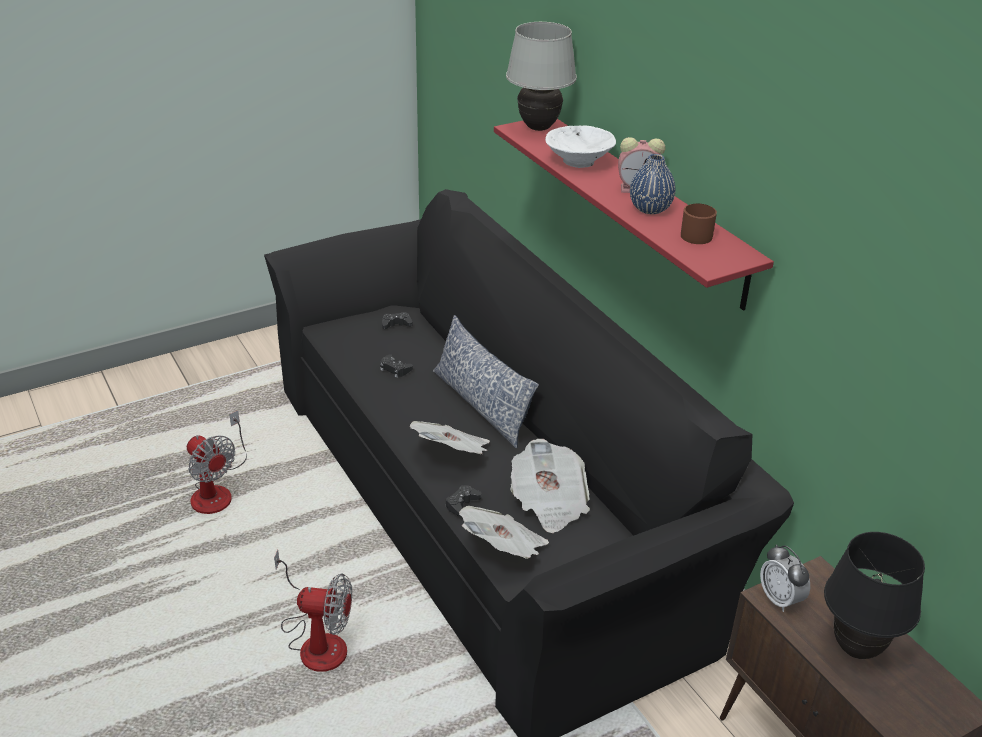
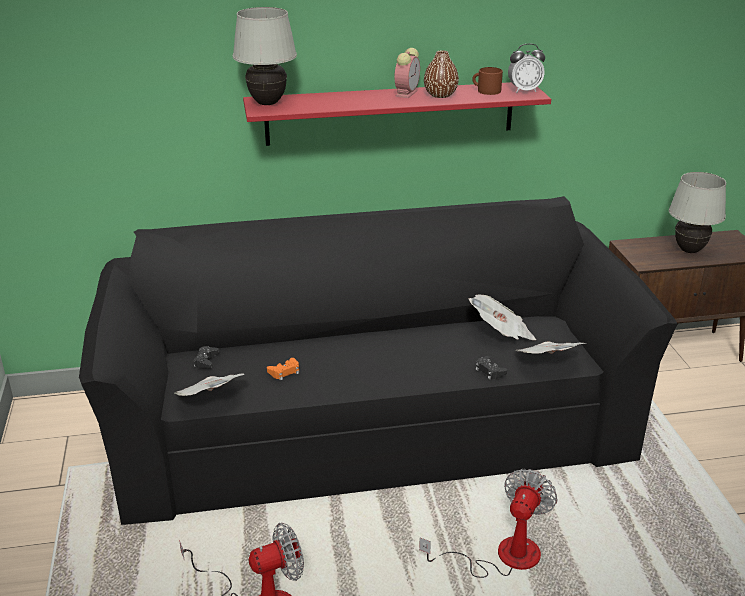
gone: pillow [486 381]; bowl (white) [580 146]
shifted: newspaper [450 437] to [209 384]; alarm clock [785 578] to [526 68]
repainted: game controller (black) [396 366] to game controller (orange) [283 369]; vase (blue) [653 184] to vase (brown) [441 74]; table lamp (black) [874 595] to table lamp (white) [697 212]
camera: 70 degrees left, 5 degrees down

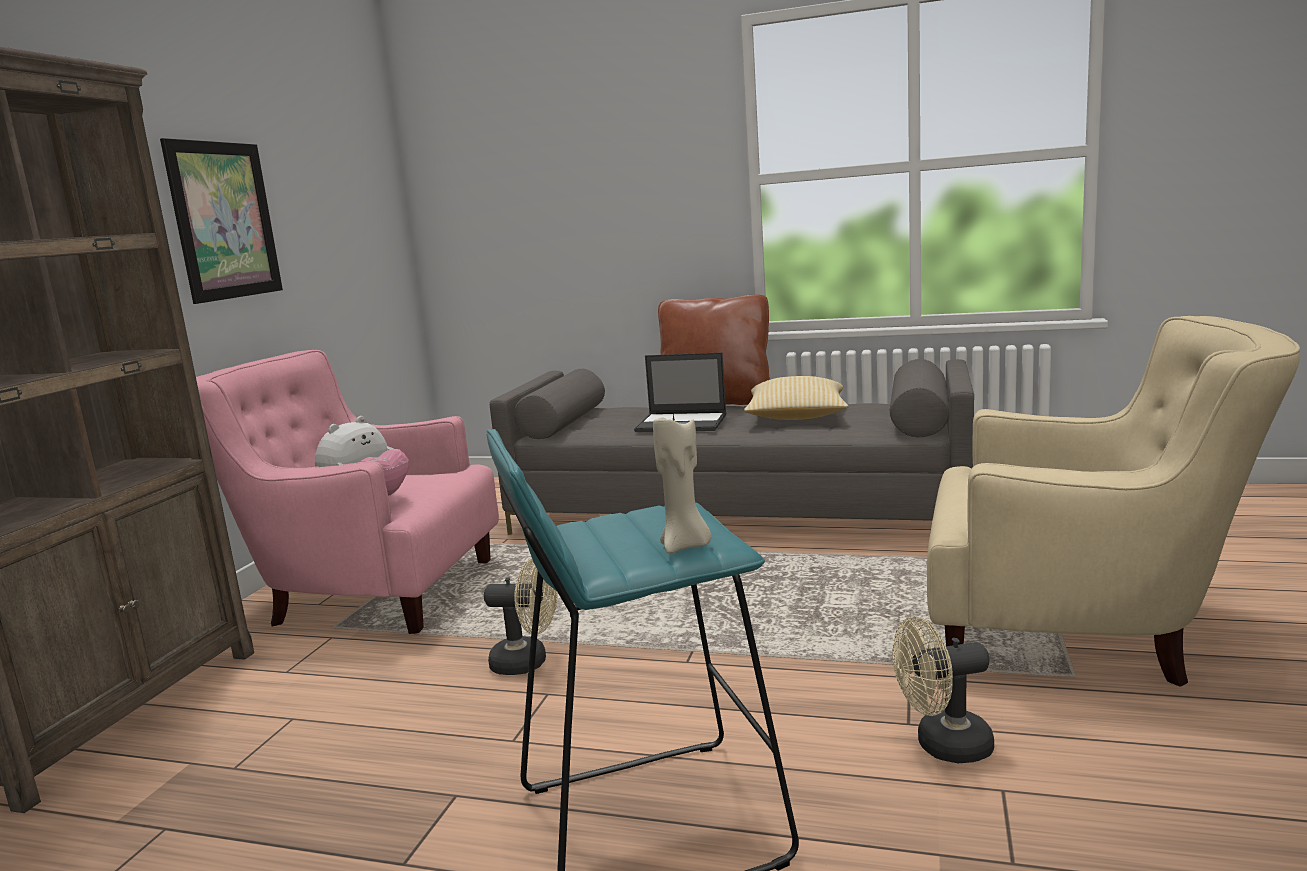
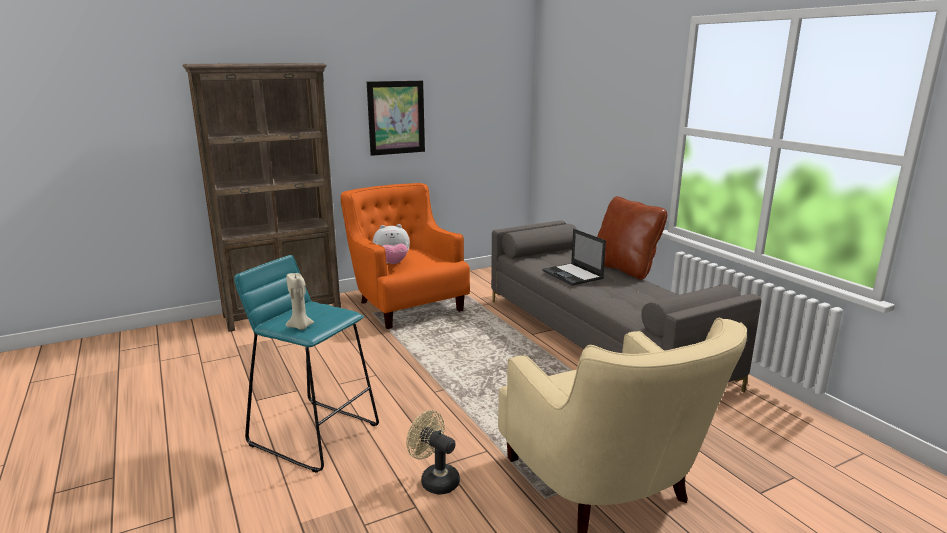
gone: fan (beige) [521 616]; pillow [796 398]
repainted: armchair (pink) [347 492] to armchair (orange) [405 256]
camera: 45 degrees right, 5 degrees up

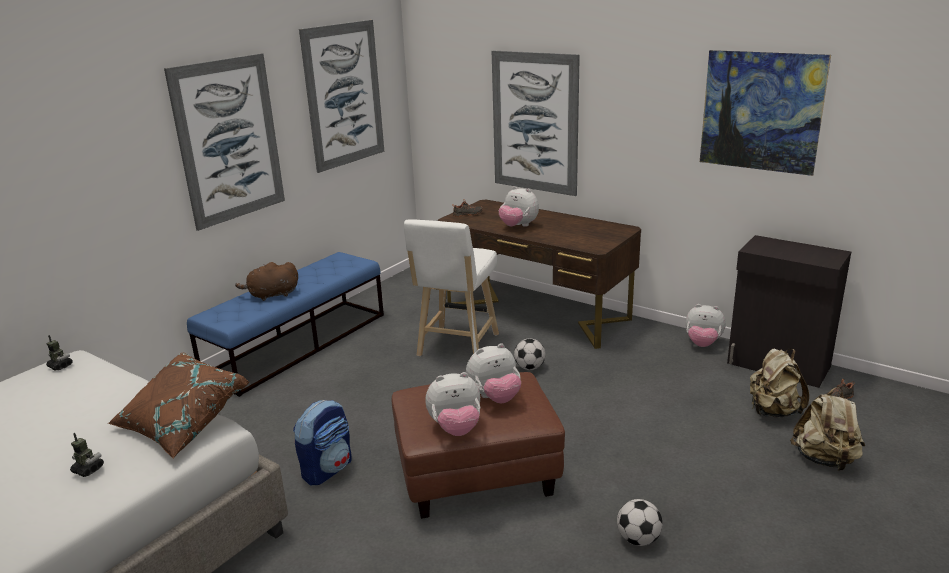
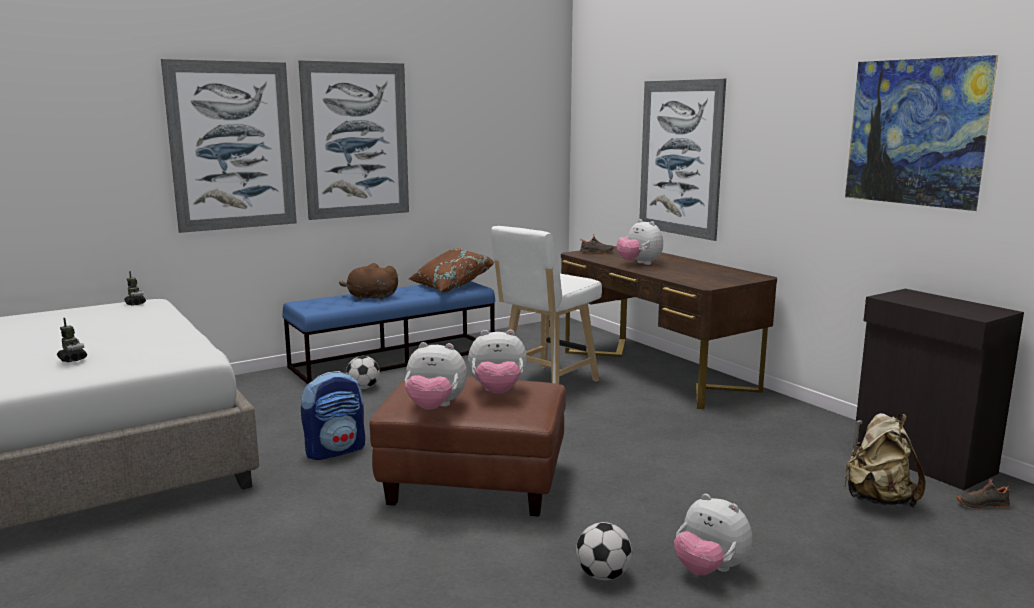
gone: backpack (beige) [827 429]
shifted: picture [341 96] to [229 146]; football [529 354] to [363 372]; pillow (brown) [178 405] to [452 270]; plush toy [706 325] to [713 534]
camera: 20 degrees right, 10 degrees down

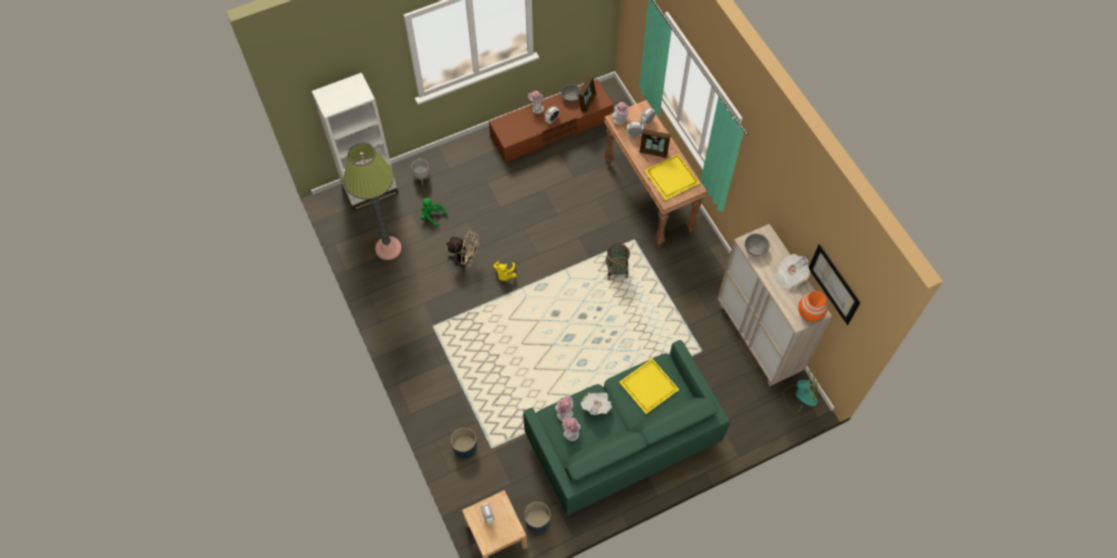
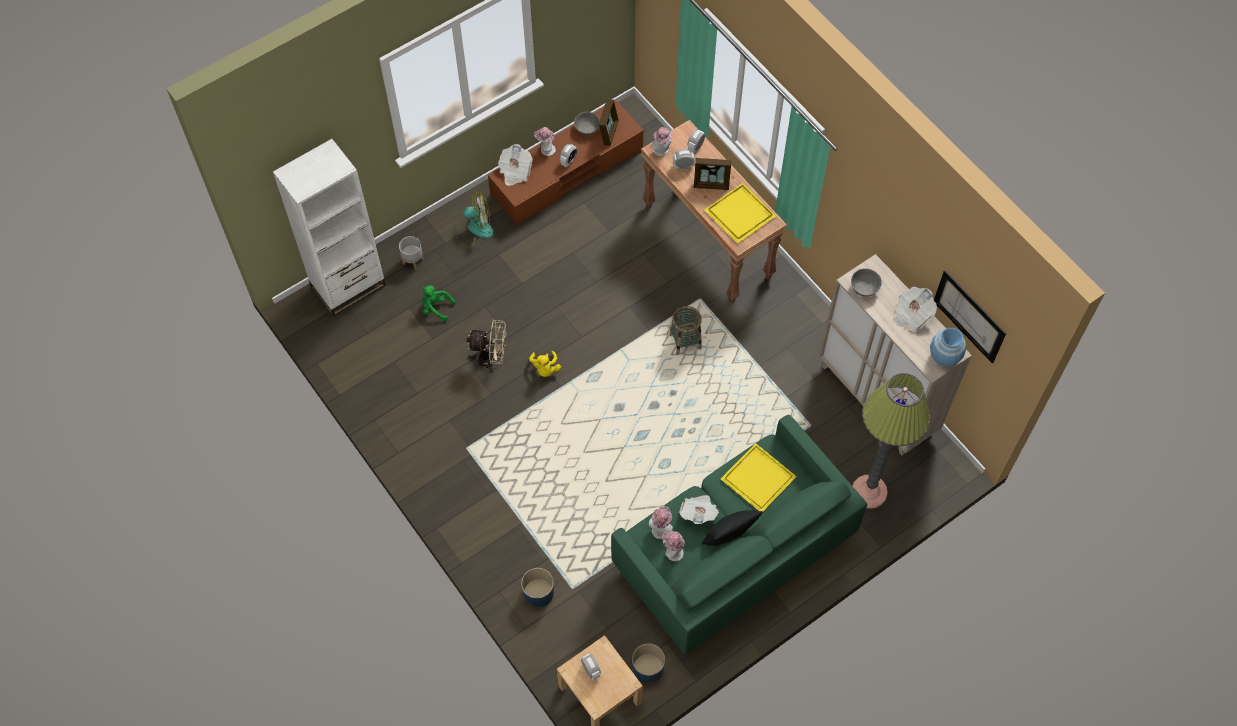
new: newspaper [515 165]; pillow (black) [731 528]
shifted: fan [801 390] to [473 219]; floor lamp [372 201] to [891 441]
repainted: vase (orange) [813 306] to vase (blue) [948 347]
camera: 10 degrees left, 0 degrees up

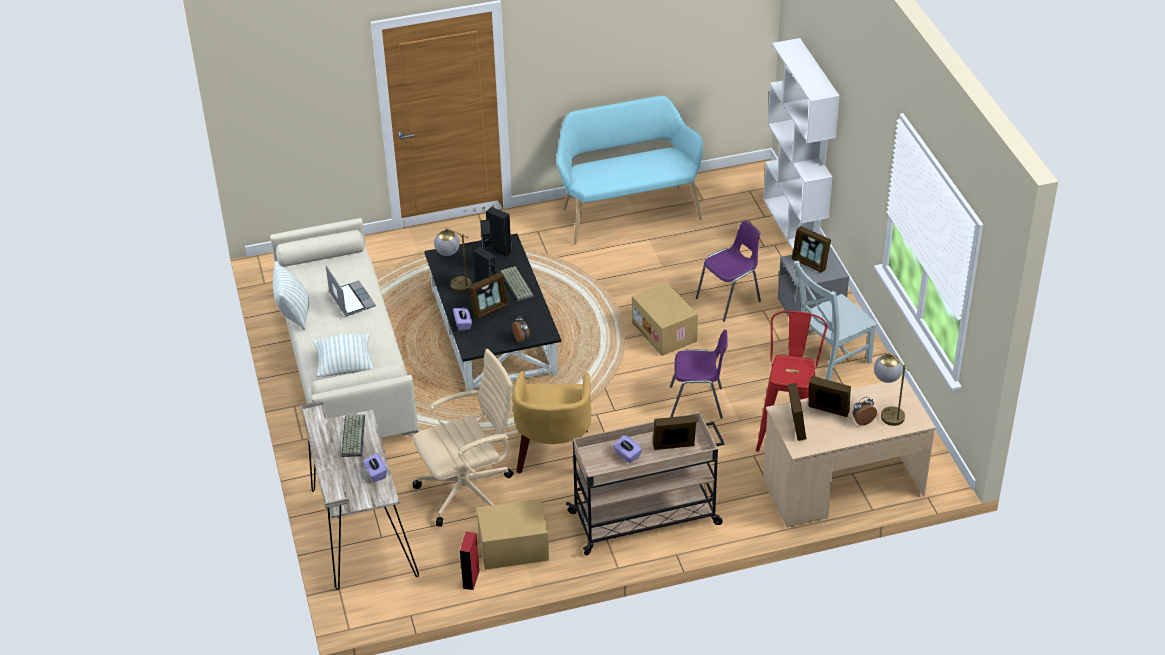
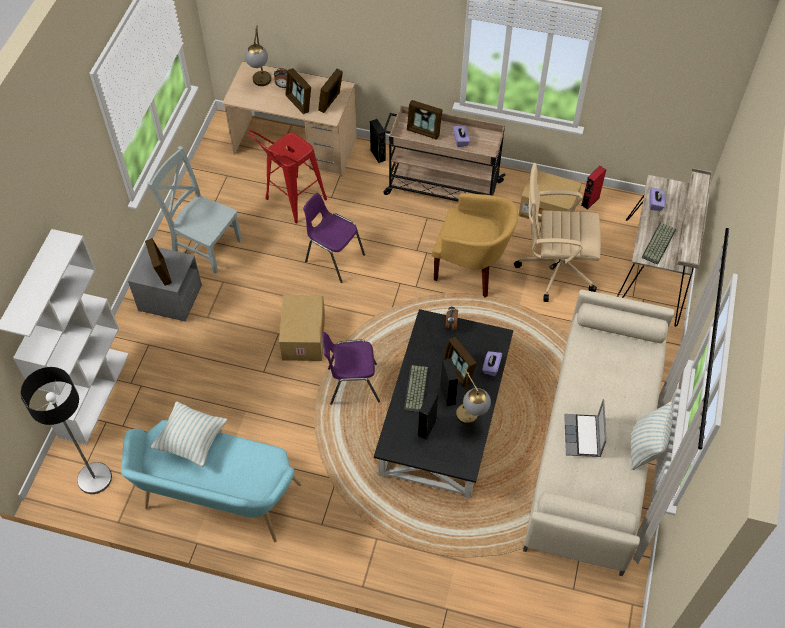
new: floor lamp [66 430]
shifted: pillow [343 355] to [189 434]; chair (purple) [728 271] to [351 368]; speaker (black) [499 232] to [378 141]
rotated: chair (grey) [835 320] = [194 210] 150 degrees counterclockwise; armchair (yellow) [552 422] = [475 245] 75 degrees clockwise; picture frame [489 295] = [460 362] 120 degrees counterclockwise
camera: 150 degrees left, 15 degrees up

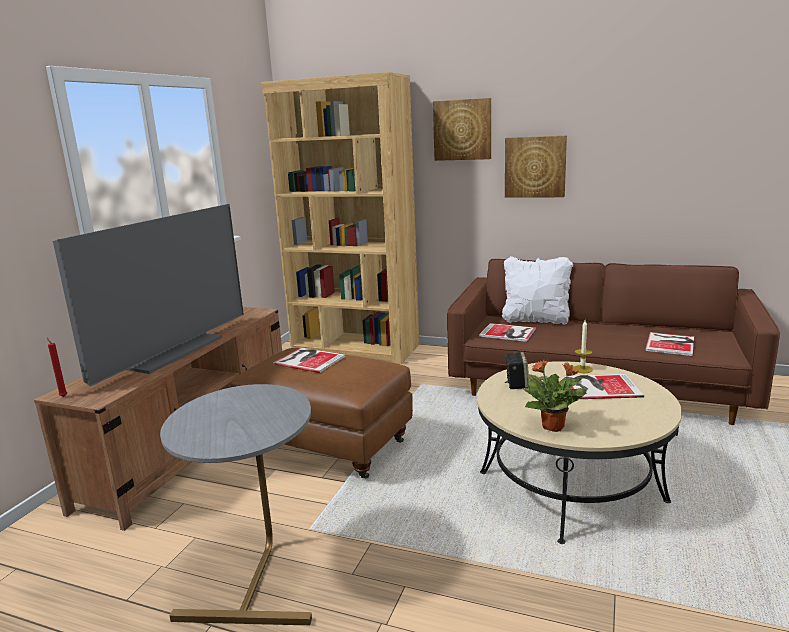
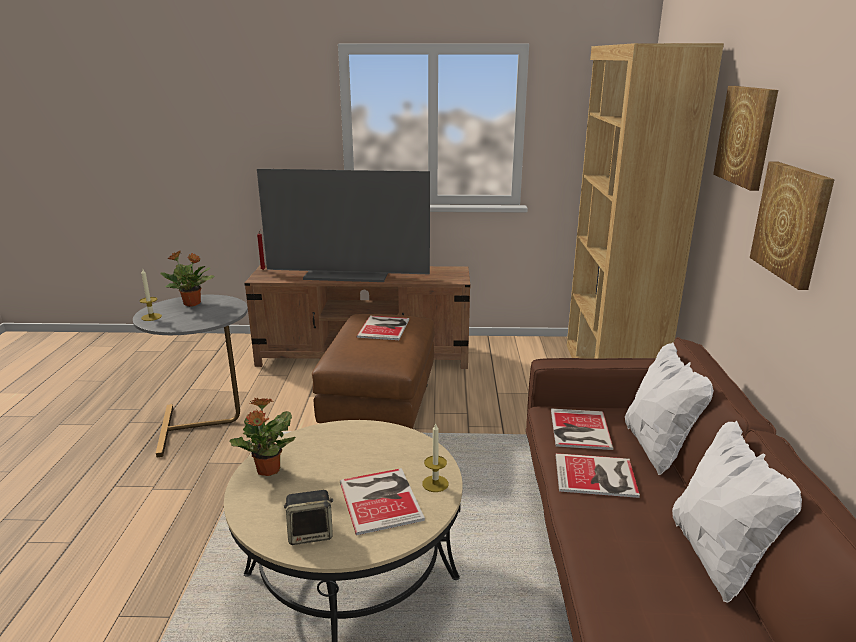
new: candle [151 295]; potted plant [187 279]; pillow (white) [737 511]
shifted: speaker [517 370] to [308 517]; book [669 344] to [598 475]
camera: 70 degrees right, 5 degrees up

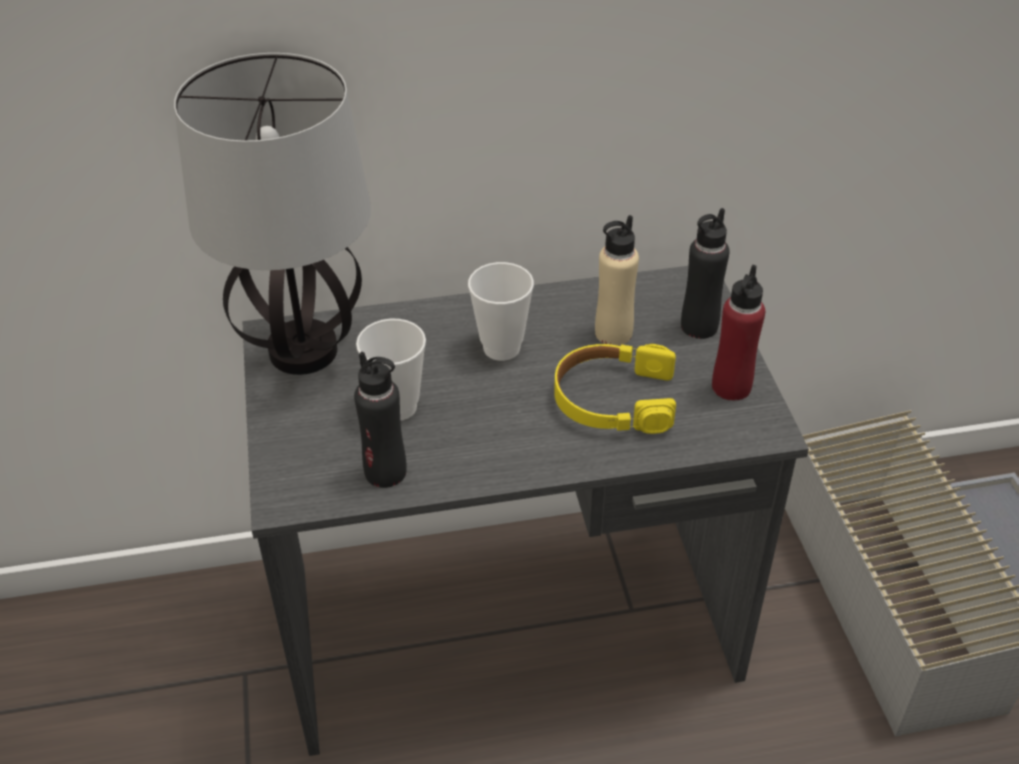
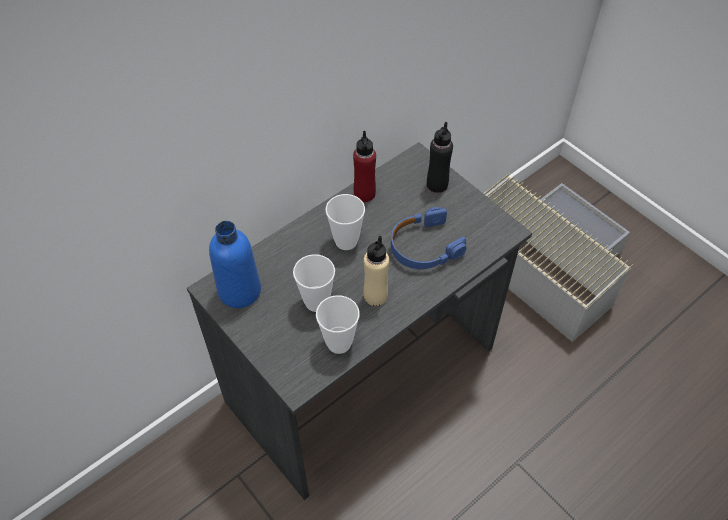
shifted: bottle (red) [738 333] to [364 166]; bottle (beige) [617 280] to [376 271]
swapped: table lamp [272 214] to bottle (blue) [235 264]; bottle (black) [380 420] to cup [338 324]
repainted: headphones (yellow) [615 389] to headphones (blue) [429 238]
camera: 30 degrees left, 10 degrees up

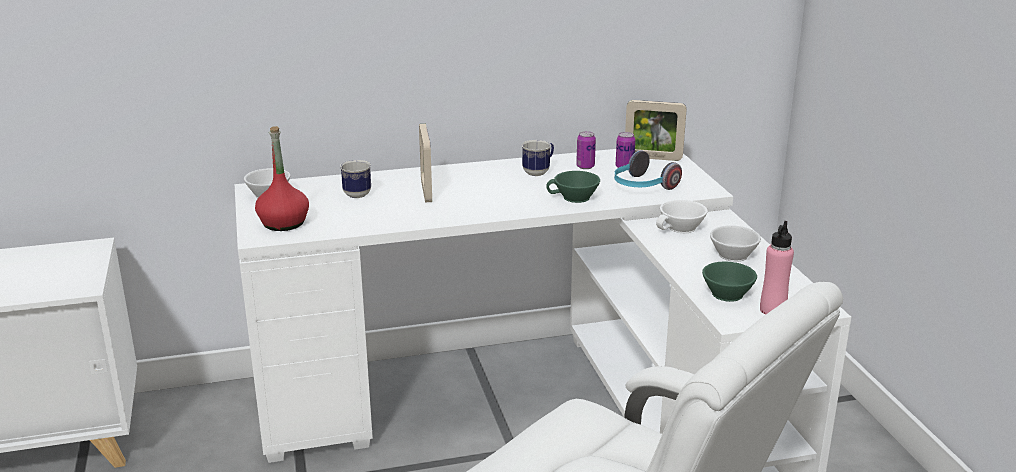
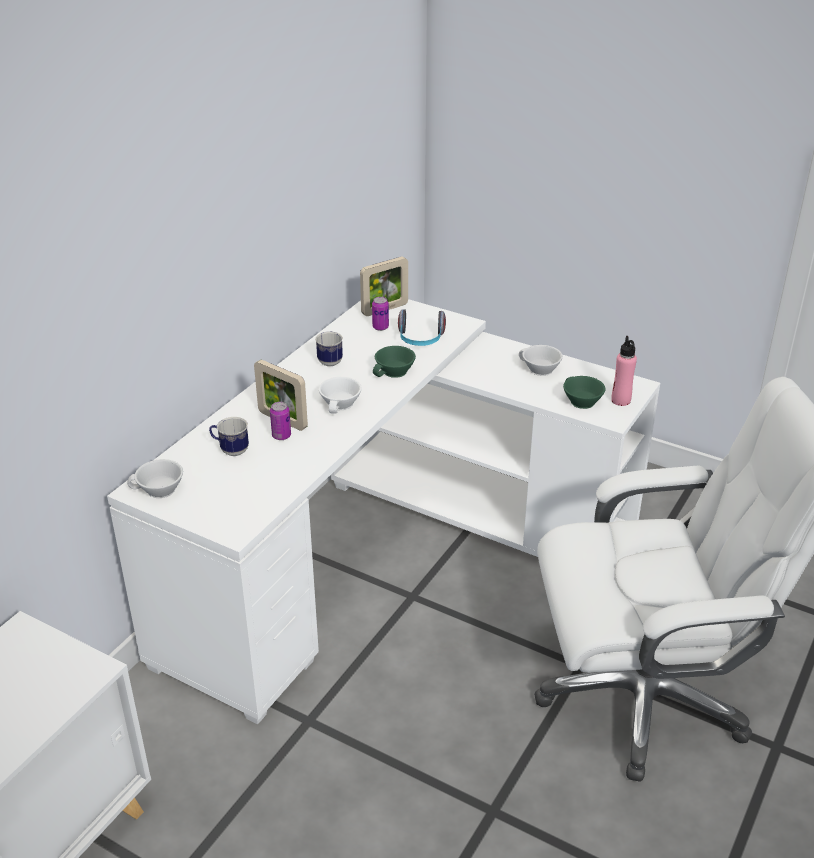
gone: bottle (red) [282 178]
shifted: can [586 150] to [280 421]; cup (white) [682 216] to [340 395]
camera: 45 degrees left, 10 degrees up

